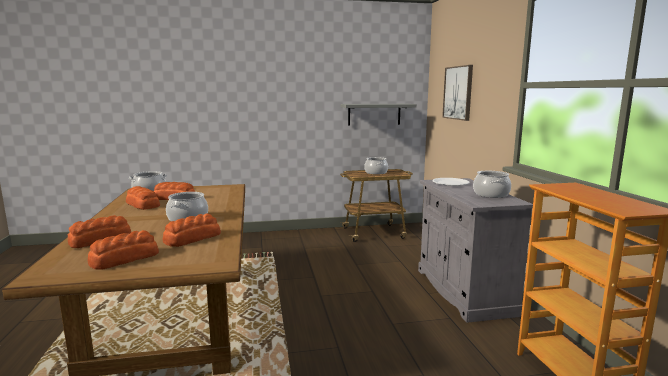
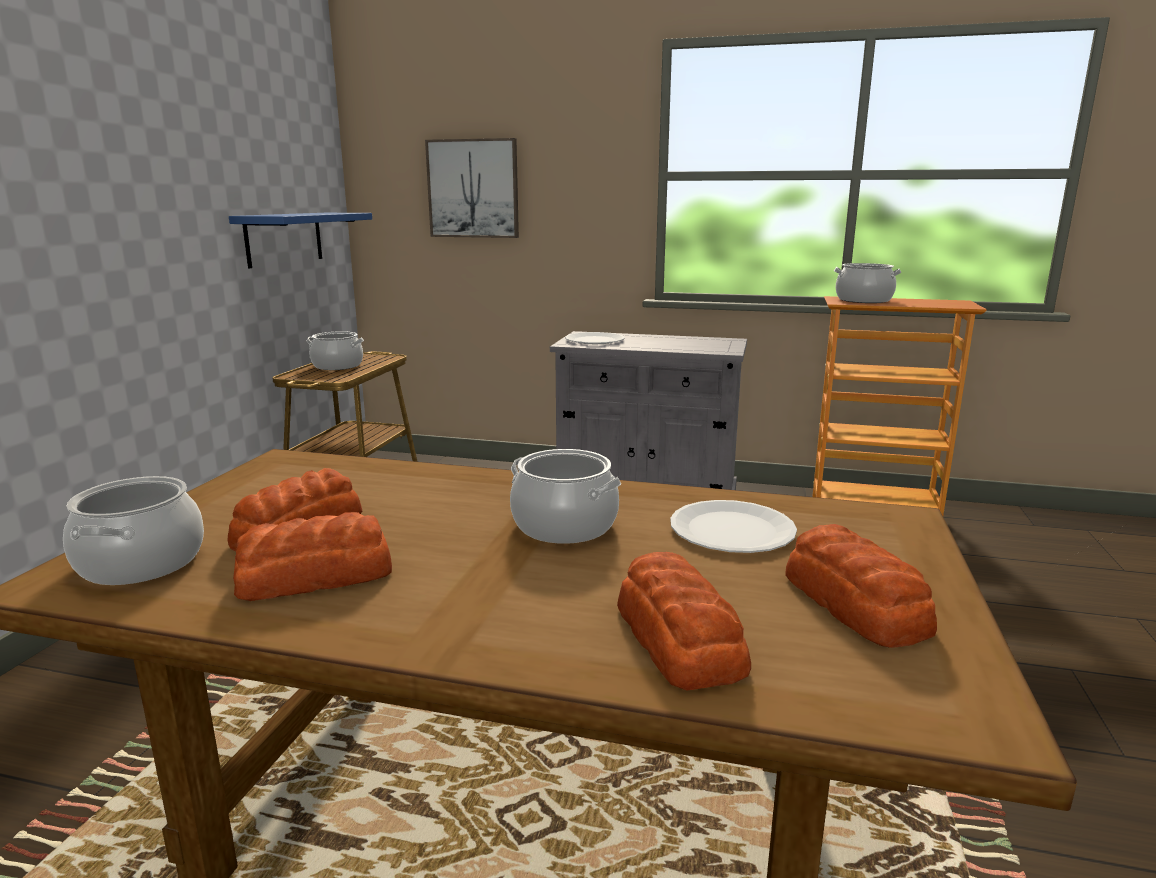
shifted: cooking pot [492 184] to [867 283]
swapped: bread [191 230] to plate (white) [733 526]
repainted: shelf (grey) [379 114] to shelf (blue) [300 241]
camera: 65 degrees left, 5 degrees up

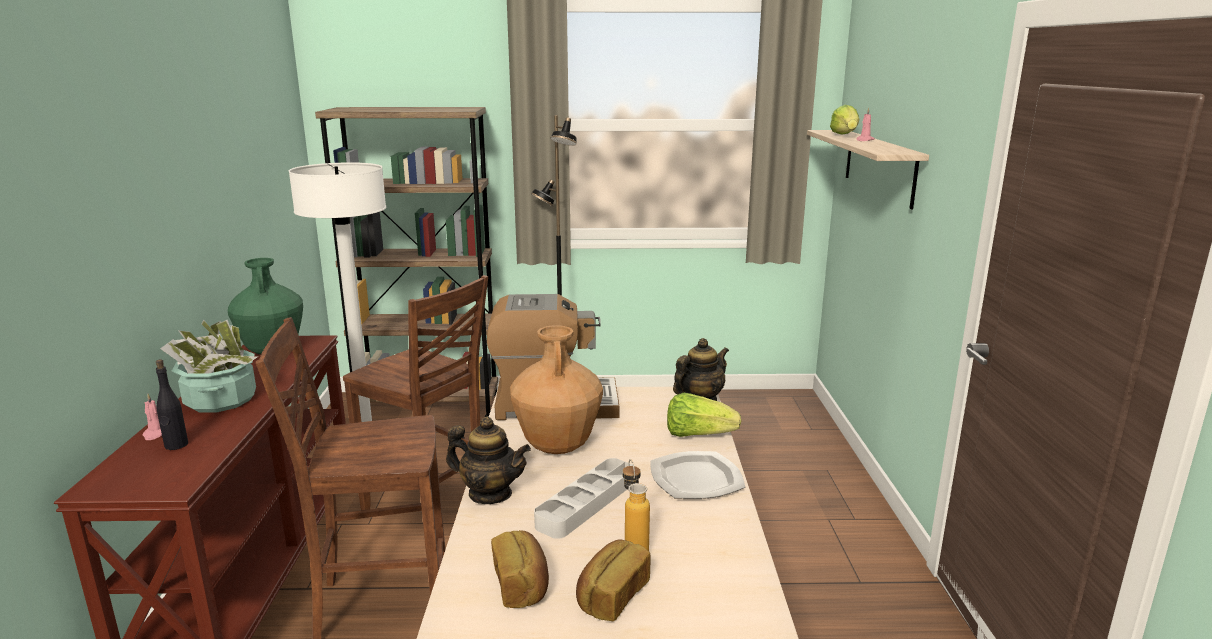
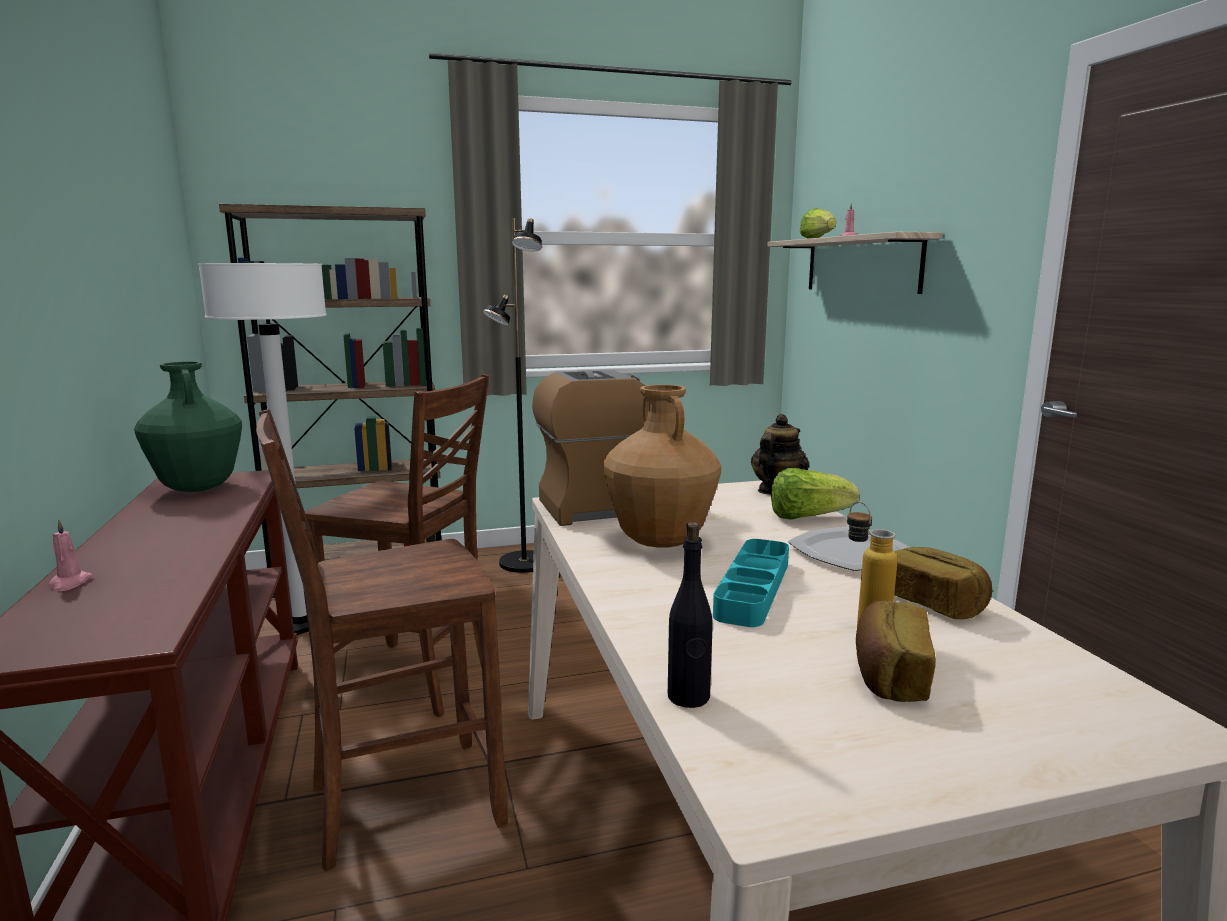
gone: potted plant [208 366]; teapot [488 460]
shifted: bottle (black) [172 404] to [690 615]; bread [520 569] to [943 583]
repainted: tray (grey) [583 498] to tray (turquoise) [751 583]
camera: 15 degrees left, 5 degrees down

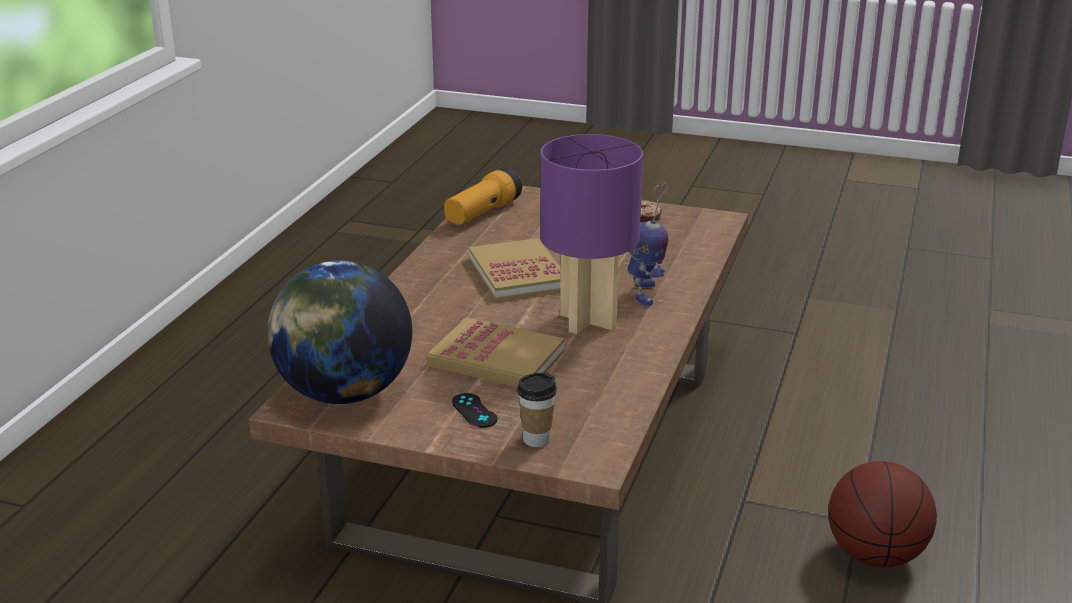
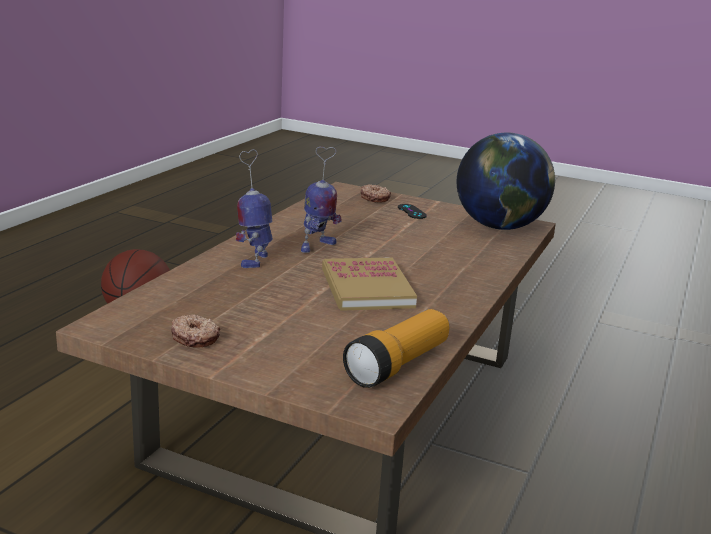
gone: book [496 352]
swapped: table lamp (purple) [591 234] to toy robot [321 200]; cup [537 410] to donut [376 193]
camera: 175 degrees left, 5 degrees down

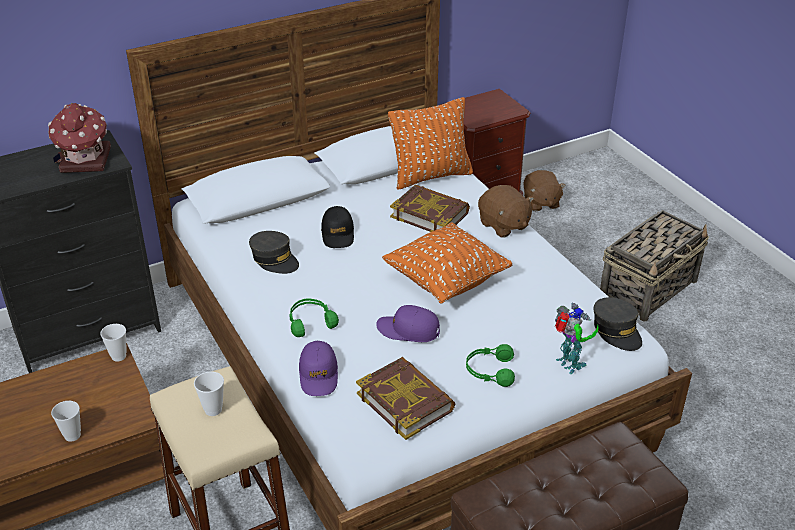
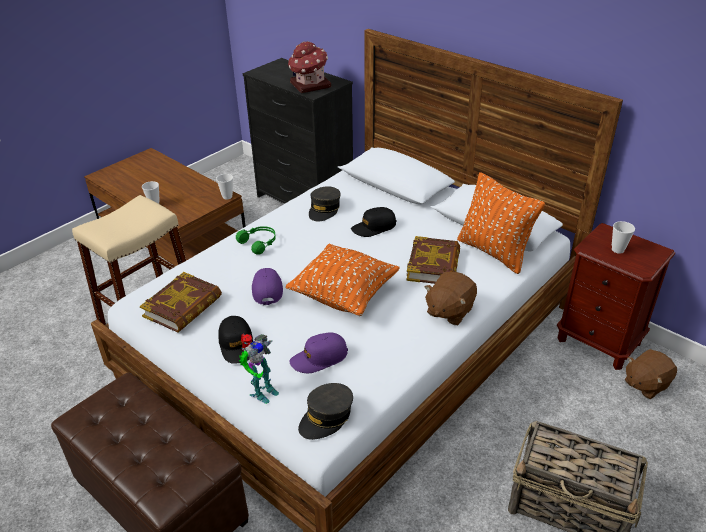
shifted: cap (purple) [318 368] to [318 352]; cup [209 394] to [623 237]
swapped: headphones (green) [490 365] to cap (black) [235 340]
camera: 70 degrees right, 0 degrees up

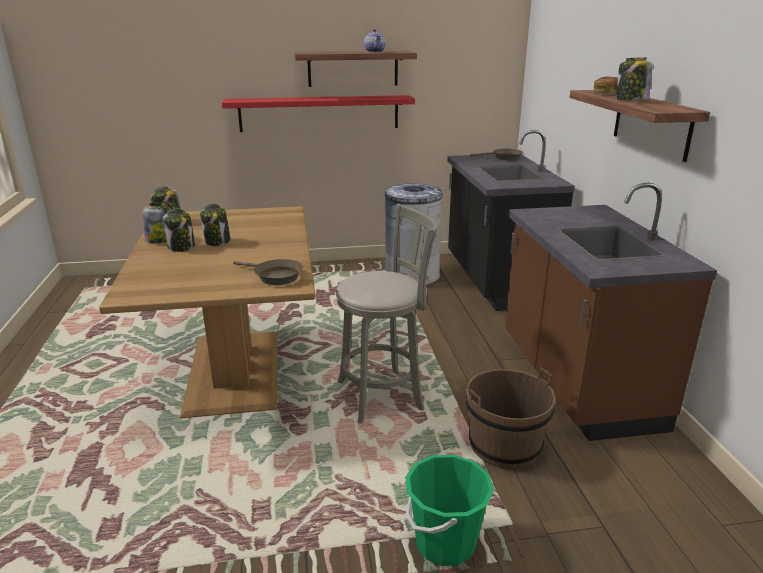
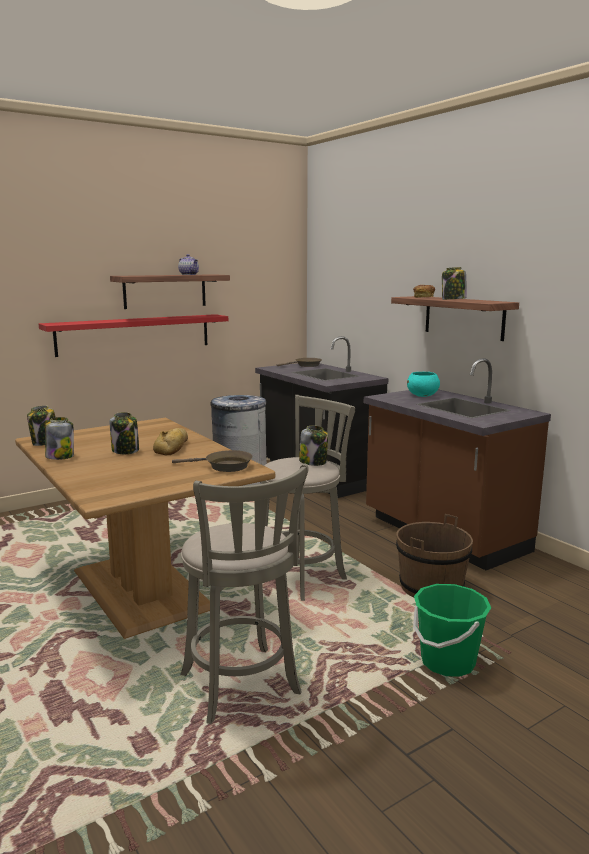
new: bread [170 441]; stool (grey) [244 594]; bowl (turquoise) [423 384]
shifted: jar [179 230] to [313 446]
camera: 25 degrees left, 10 degrees down

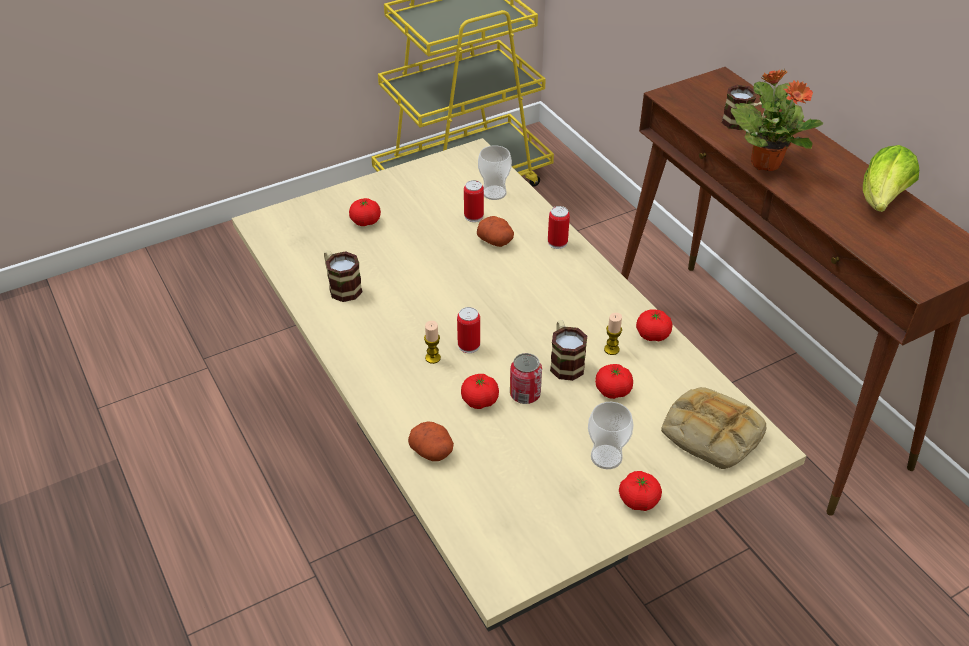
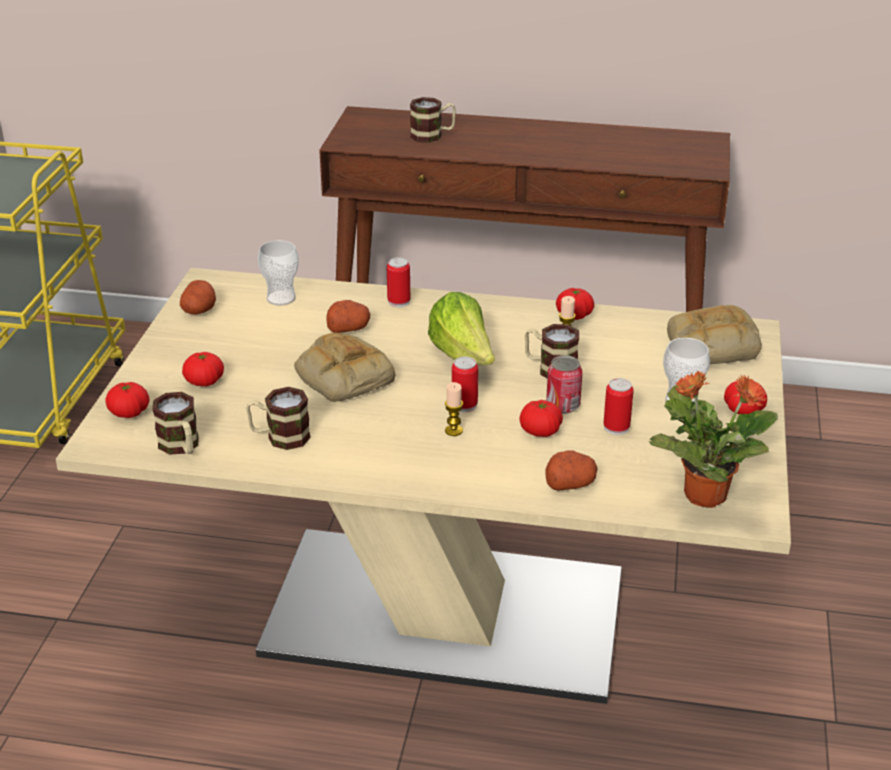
new: mug [175 423]; potato [198 297]; bread [344 367]
shifted: tomato [614 381] to [127 400]; lettuce [891 178] to [461 328]; can [474 201] to [618 406]; potted plant [777 120] to [713 439]
camera: 50 degrees left, 10 degrees down

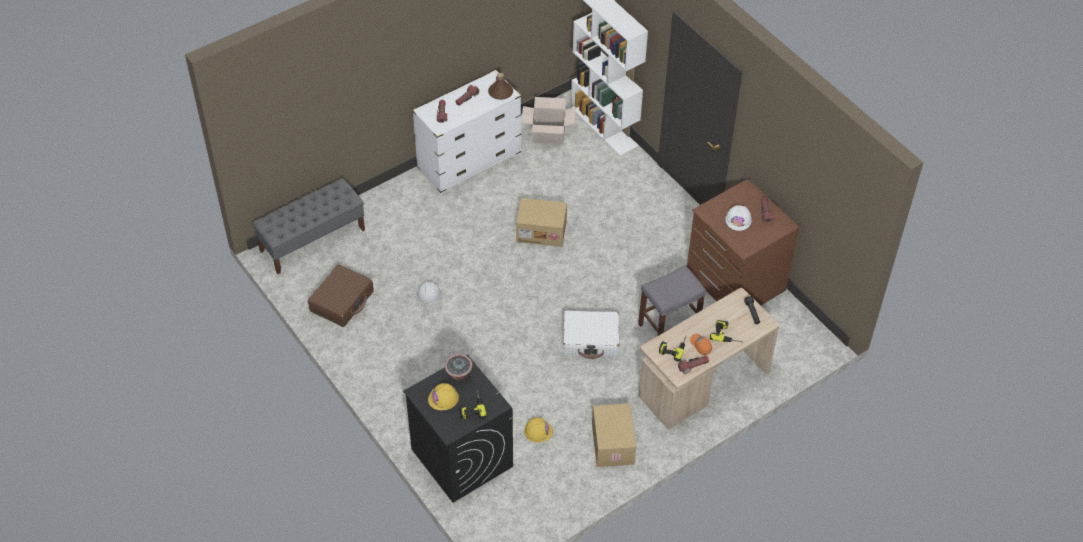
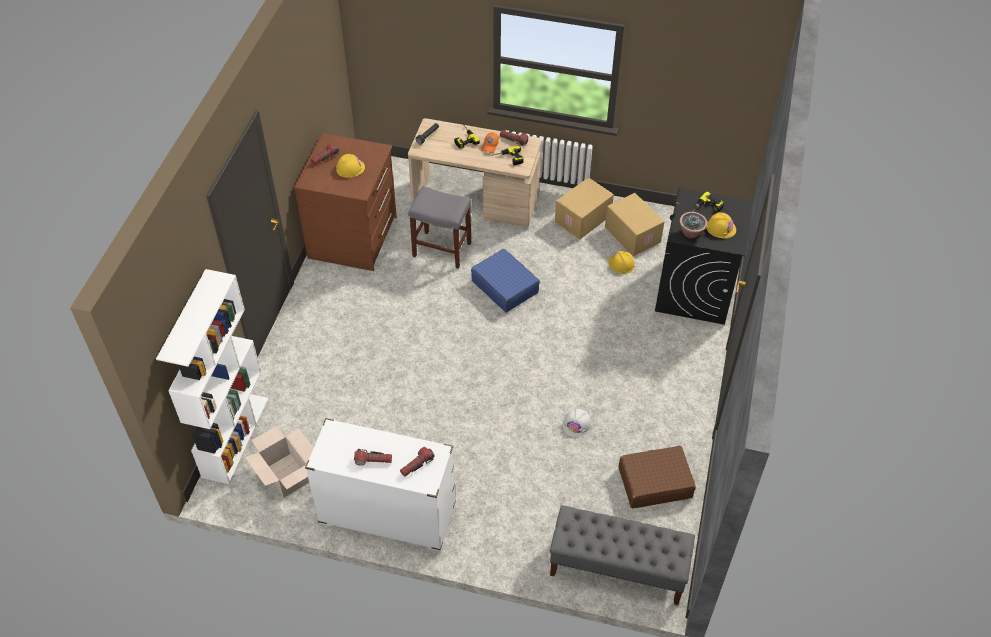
gone: bottle (brown) [500 86]
shifted: cardboard box [541 222] to [635 224]
repainted: hard hat (white) [738 218] to hard hat (yellow) [350 166]; suitcase (white) [591 335] to suitcase (blue) [505 280]
camera: 130 degrees left, 0 degrees up

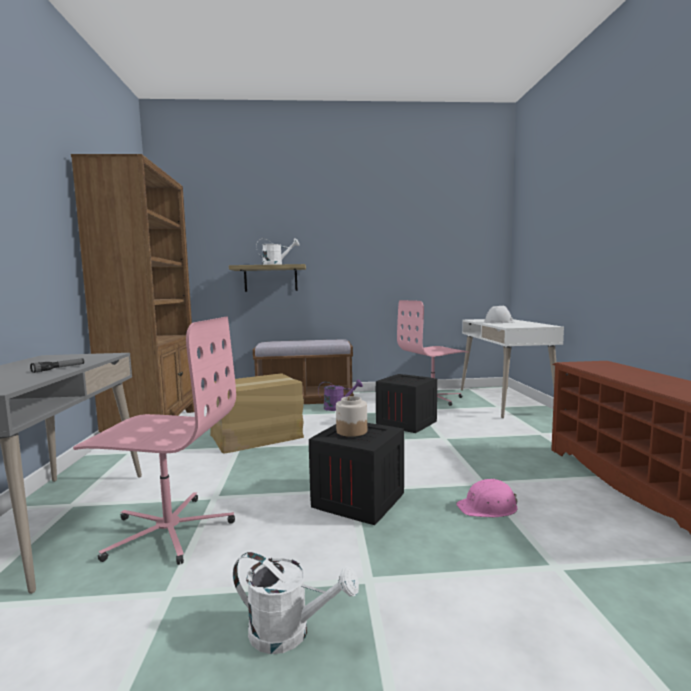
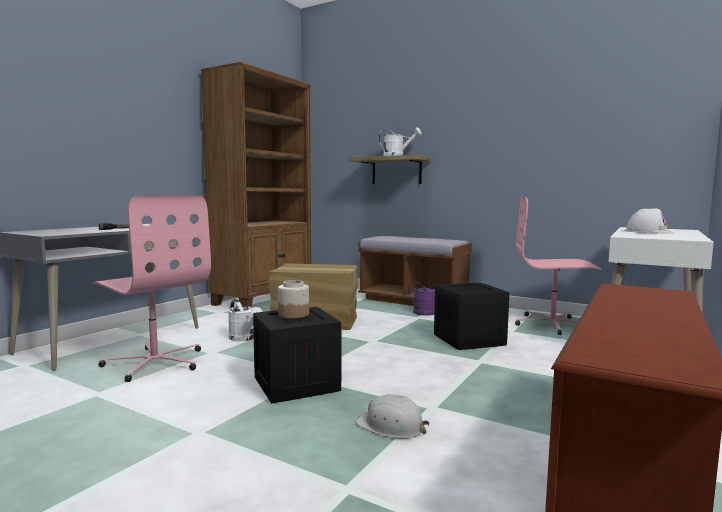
shifted: watering can (white) [296 603] to [245 320]
repainted: hard hat (pink) [486 498] to hard hat (white) [392 416]
camera: 35 degrees right, 0 degrees up

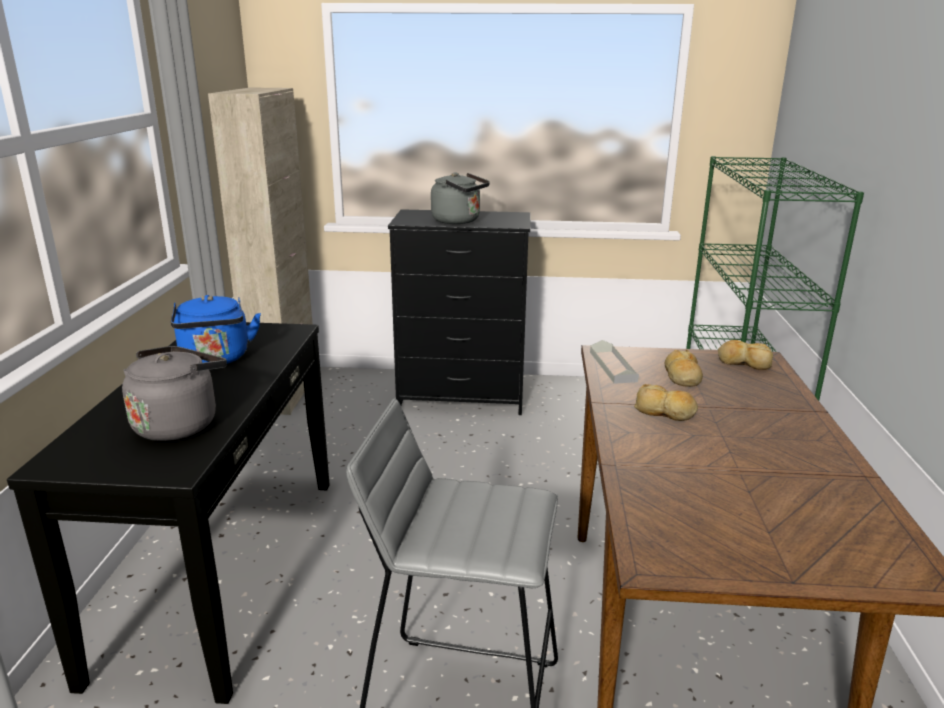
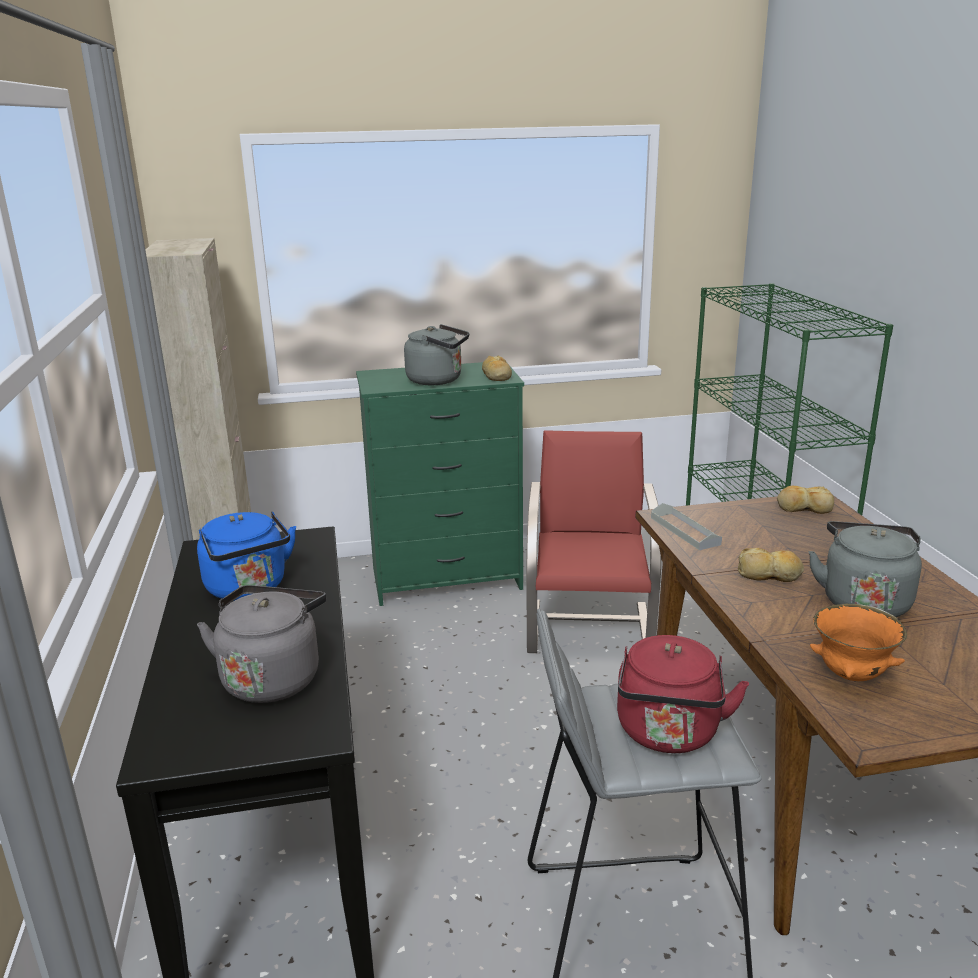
new: chair (red) [593 541]; kettle (red) [683 694]; kettle (grey) [865 569]; bowl (orange) [858 642]
shifted: bread [684 368] to [497 368]
repainted: dresser (black) [459 312] to dresser (green) [440 484]
camera: 15 degrees left, 0 degrees up

